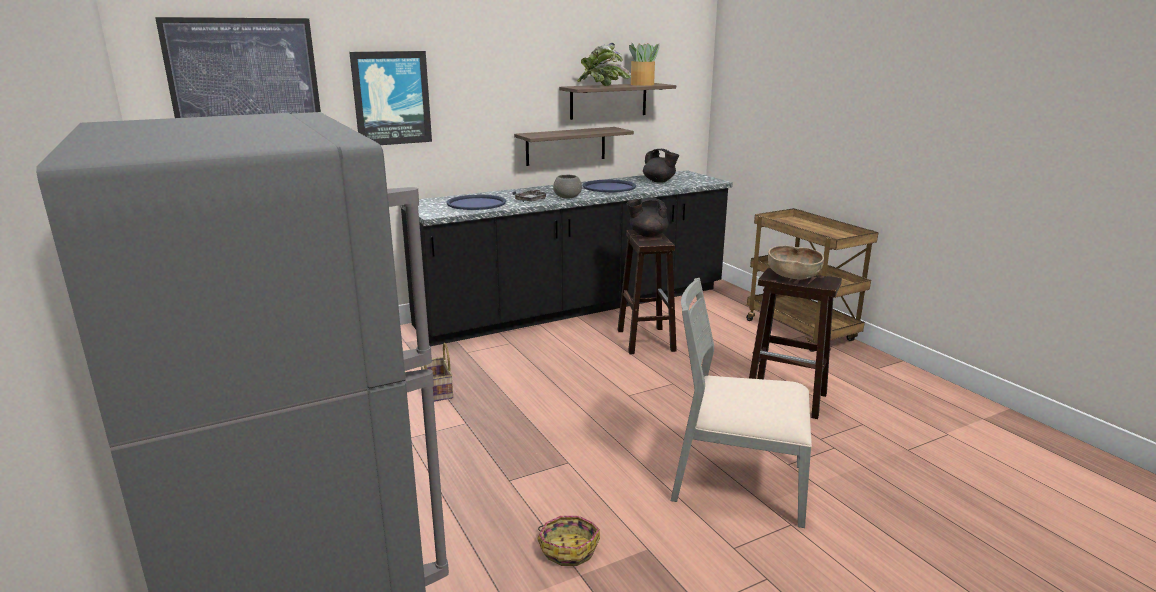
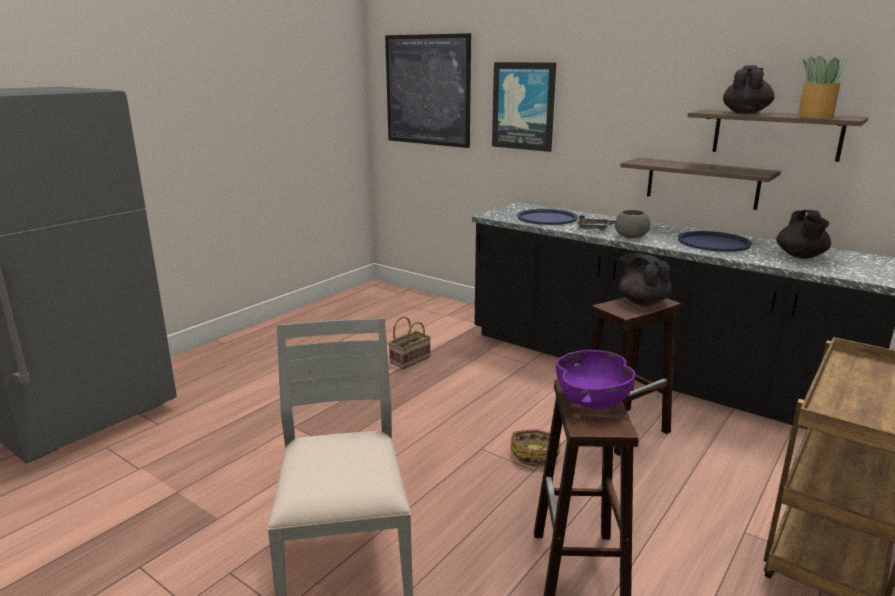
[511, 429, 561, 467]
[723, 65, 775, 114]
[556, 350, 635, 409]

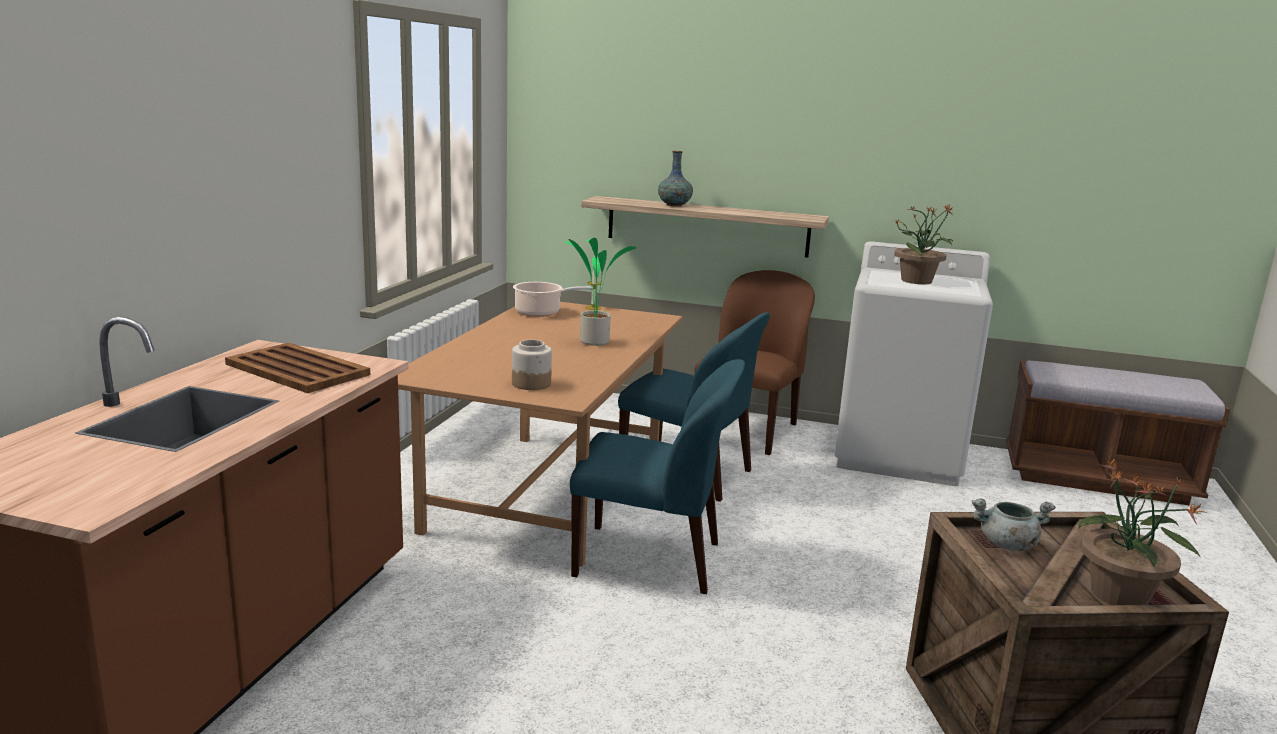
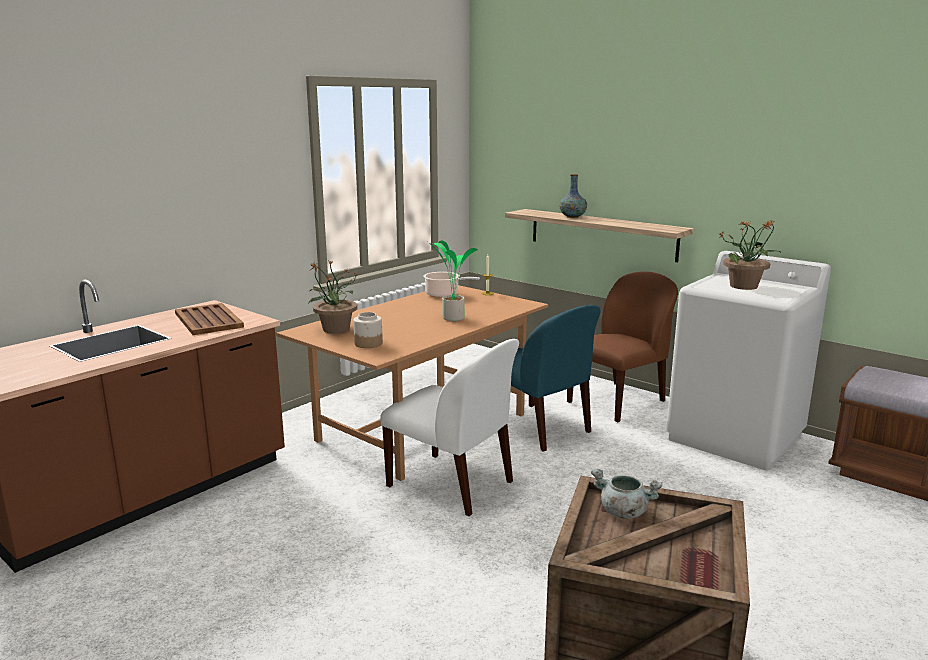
[380, 339, 519, 516]
[308, 260, 358, 334]

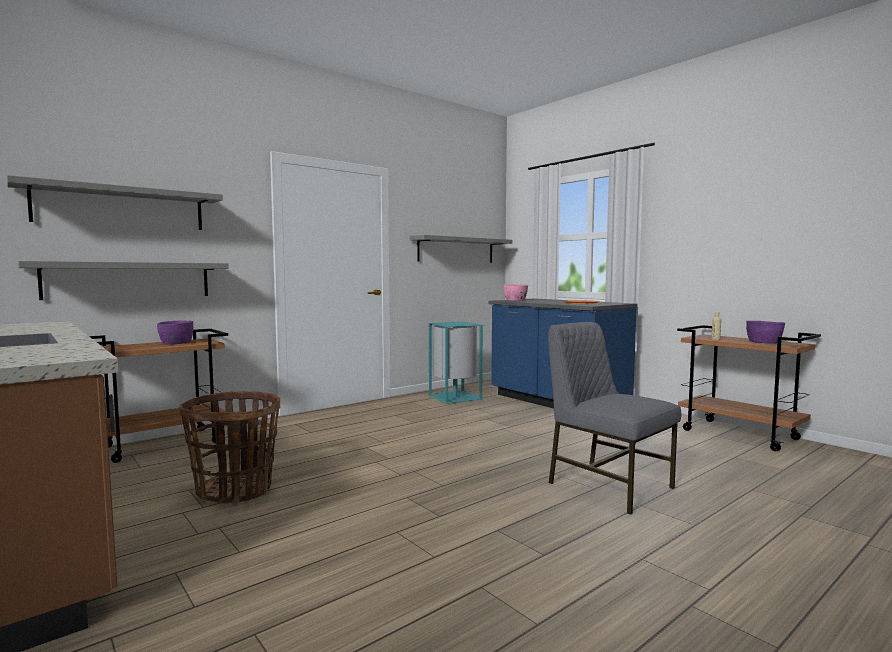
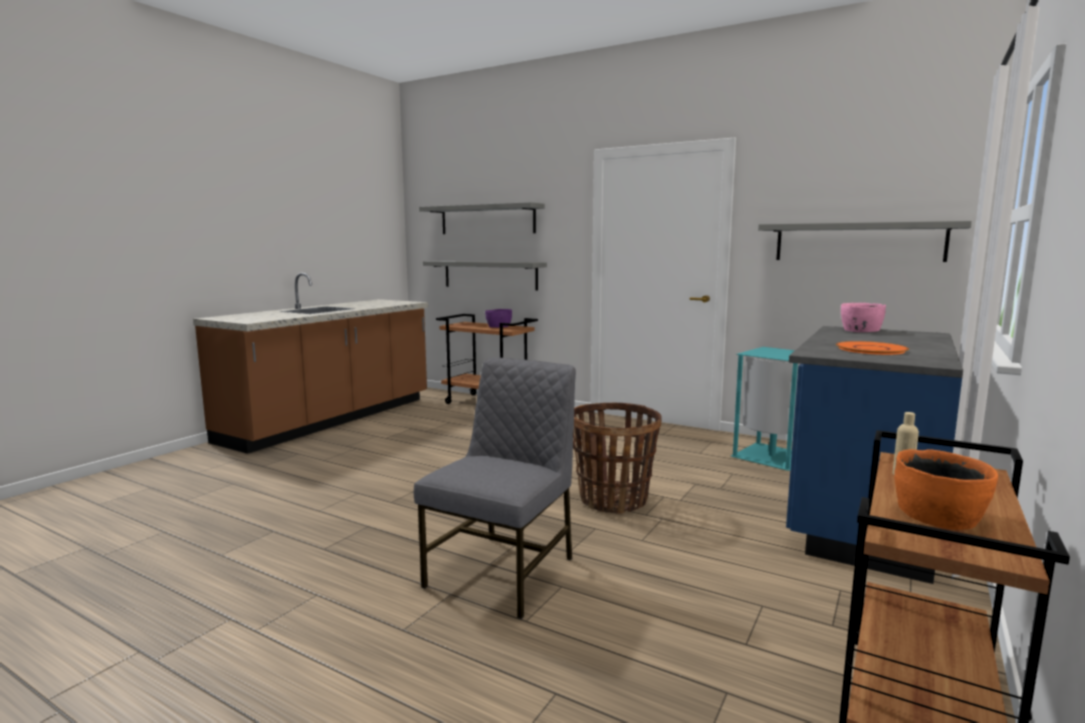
[573, 403, 661, 514]
[894, 449, 998, 530]

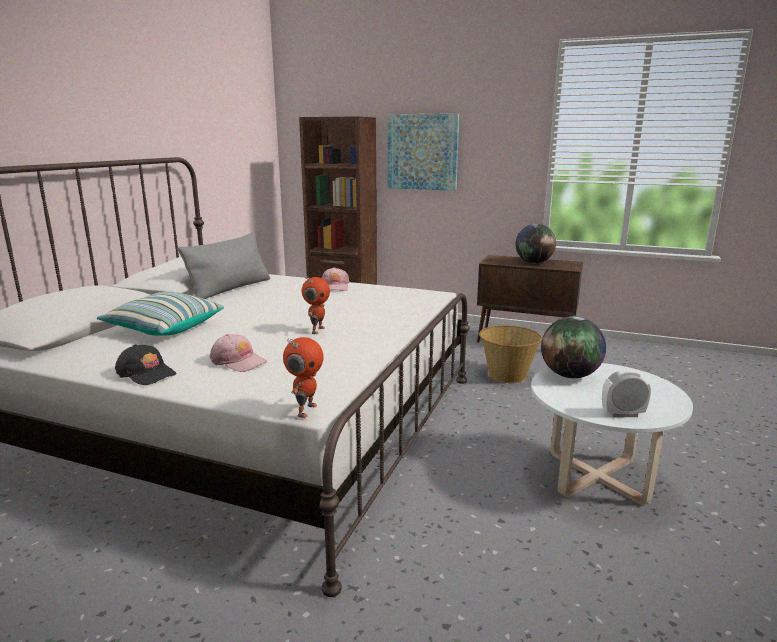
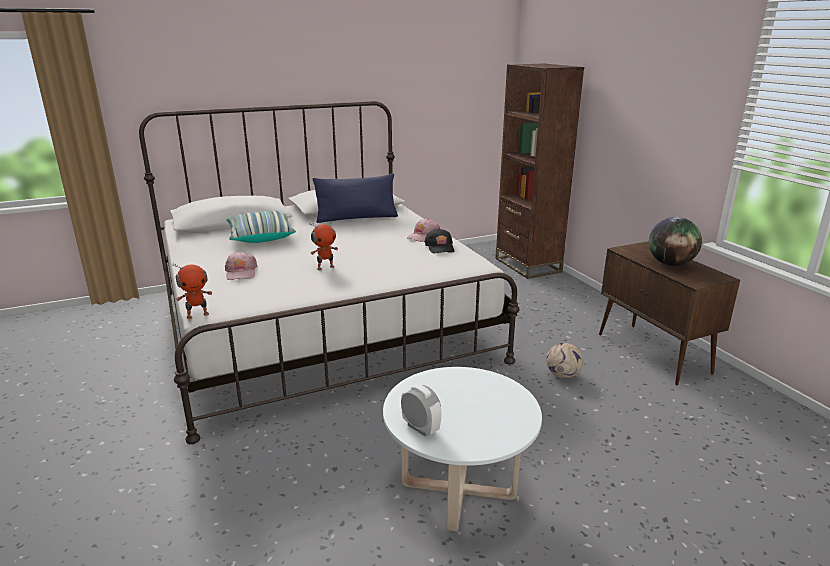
[424, 228, 454, 253]
[313, 174, 398, 223]
[388, 113, 459, 191] (first image)
[546, 343, 583, 378]
[541, 316, 606, 378] (first image)

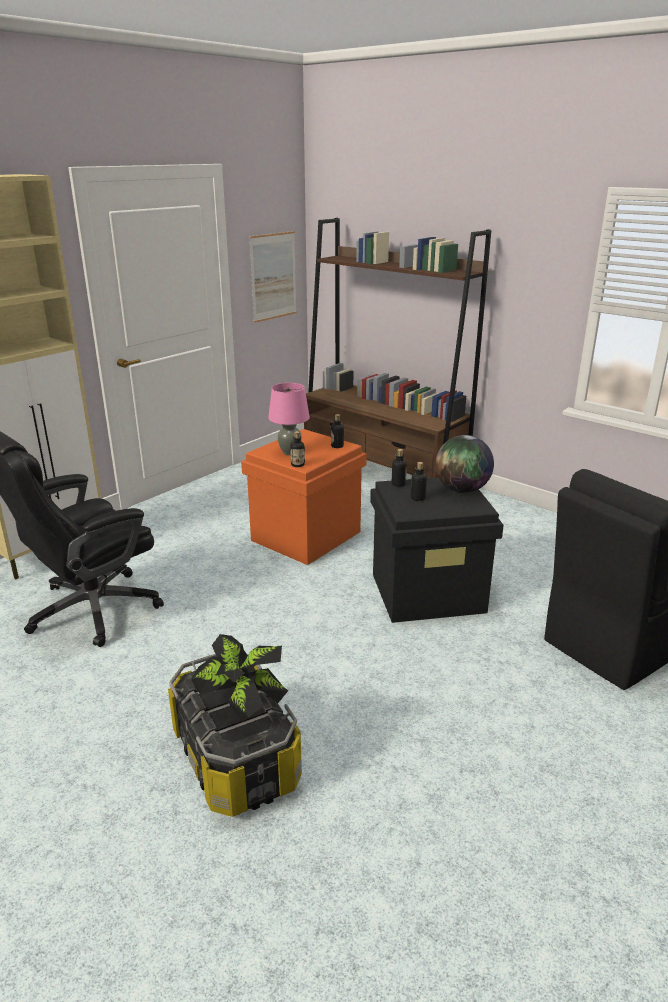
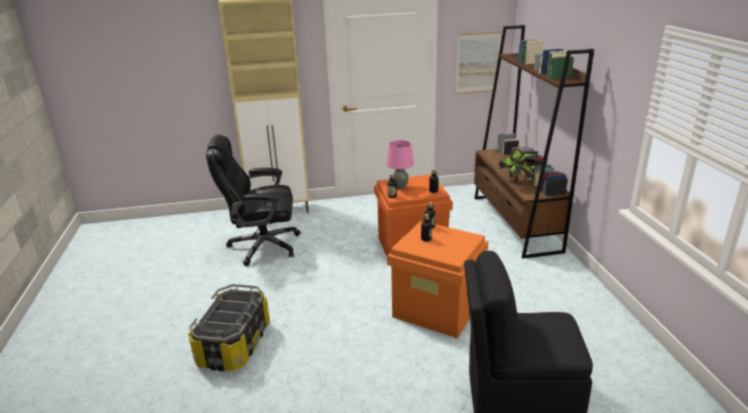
[499, 148, 538, 182]
[387, 221, 488, 338]
[435, 435, 494, 493] (first image)

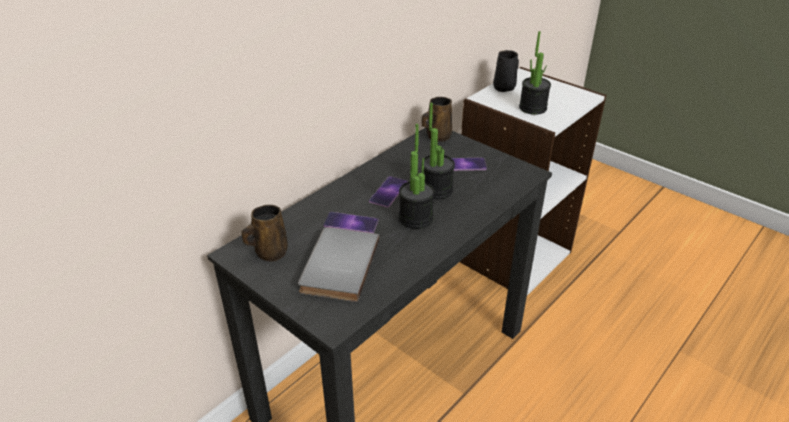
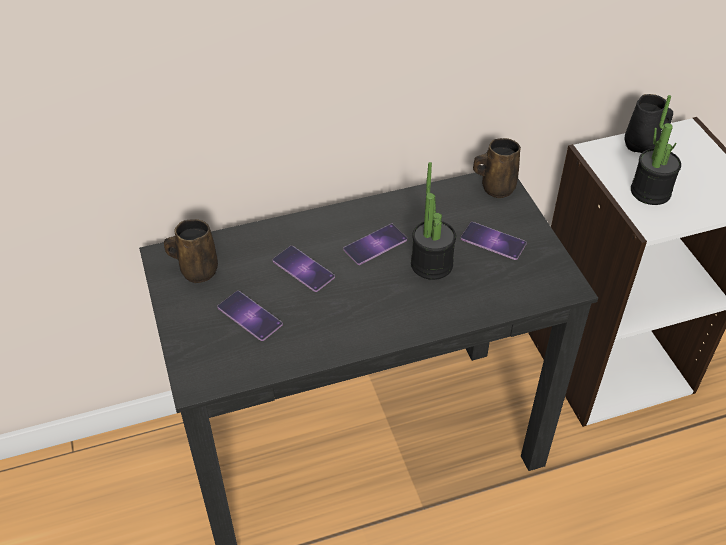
[218, 291, 283, 341]
[399, 124, 435, 229] (first image)

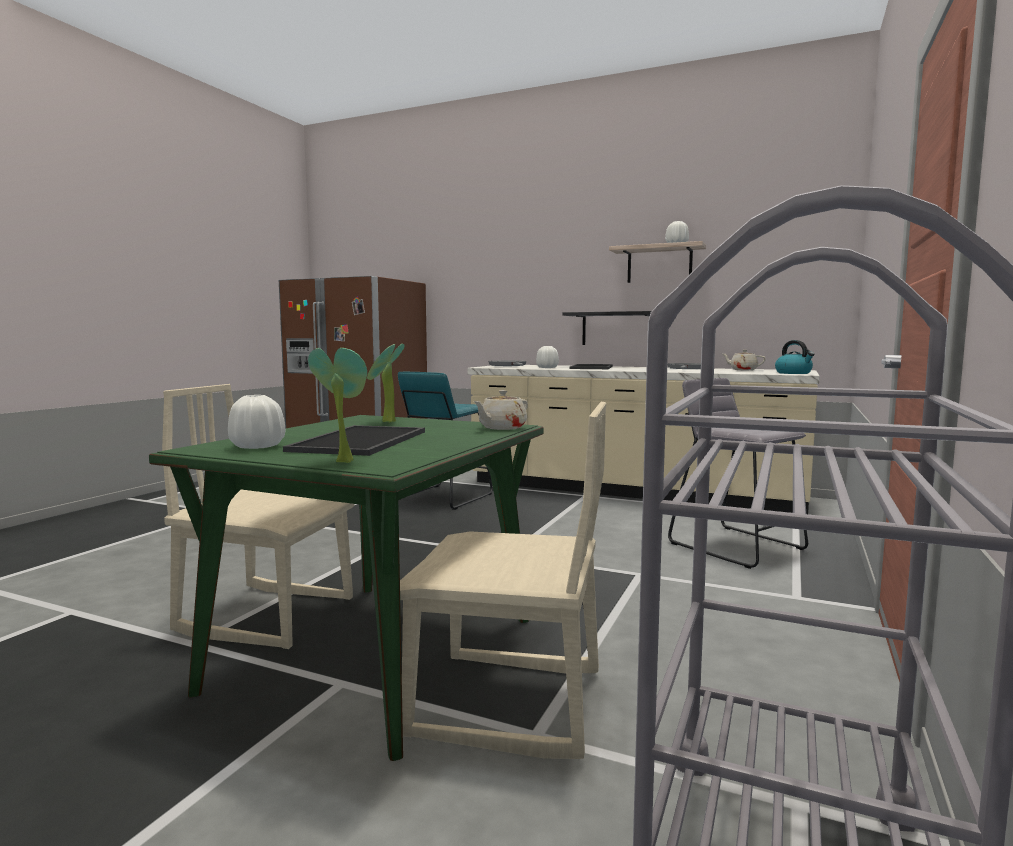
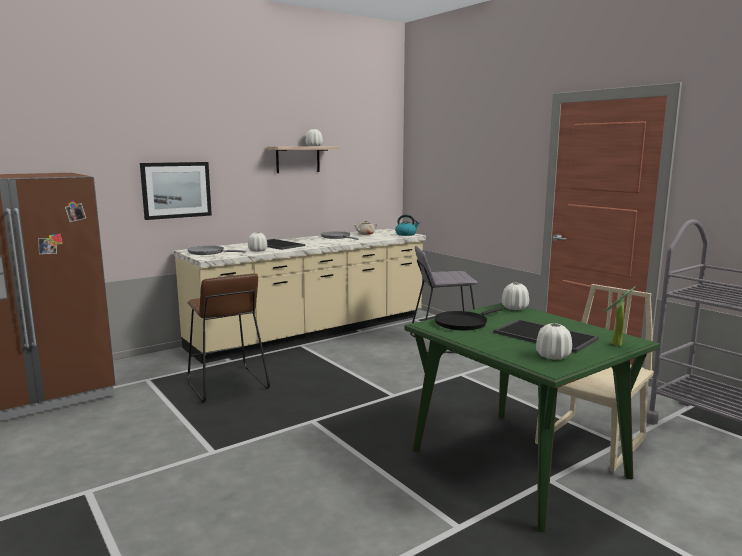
[162, 384, 355, 649] (first image)
[434, 307, 503, 330]
[188, 273, 270, 402]
[502, 283, 529, 310]
[562, 311, 651, 345] (first image)
[140, 162, 212, 220]

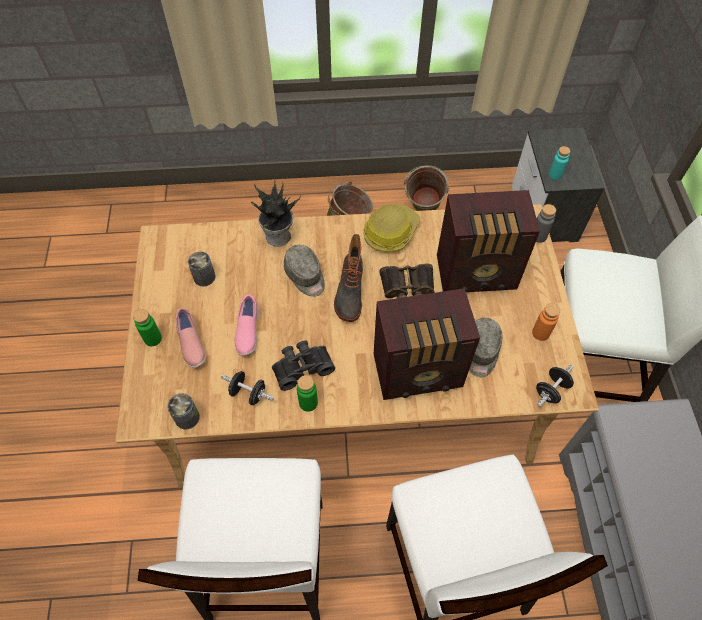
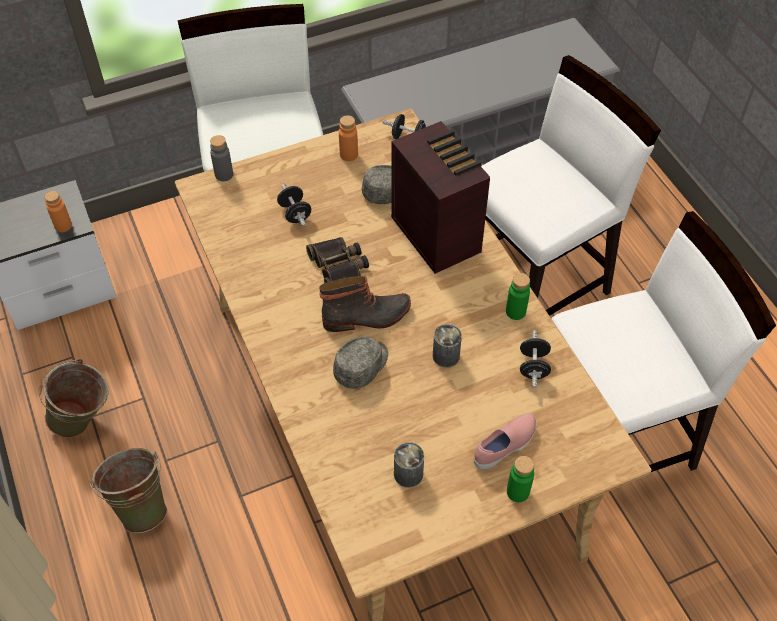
[433, 324, 462, 368]
[235, 294, 259, 356] (first image)
[251, 179, 301, 247] (first image)
[272, 340, 335, 391] (first image)
[364, 204, 420, 252] (first image)
[277, 184, 311, 227]
[44, 191, 72, 232]

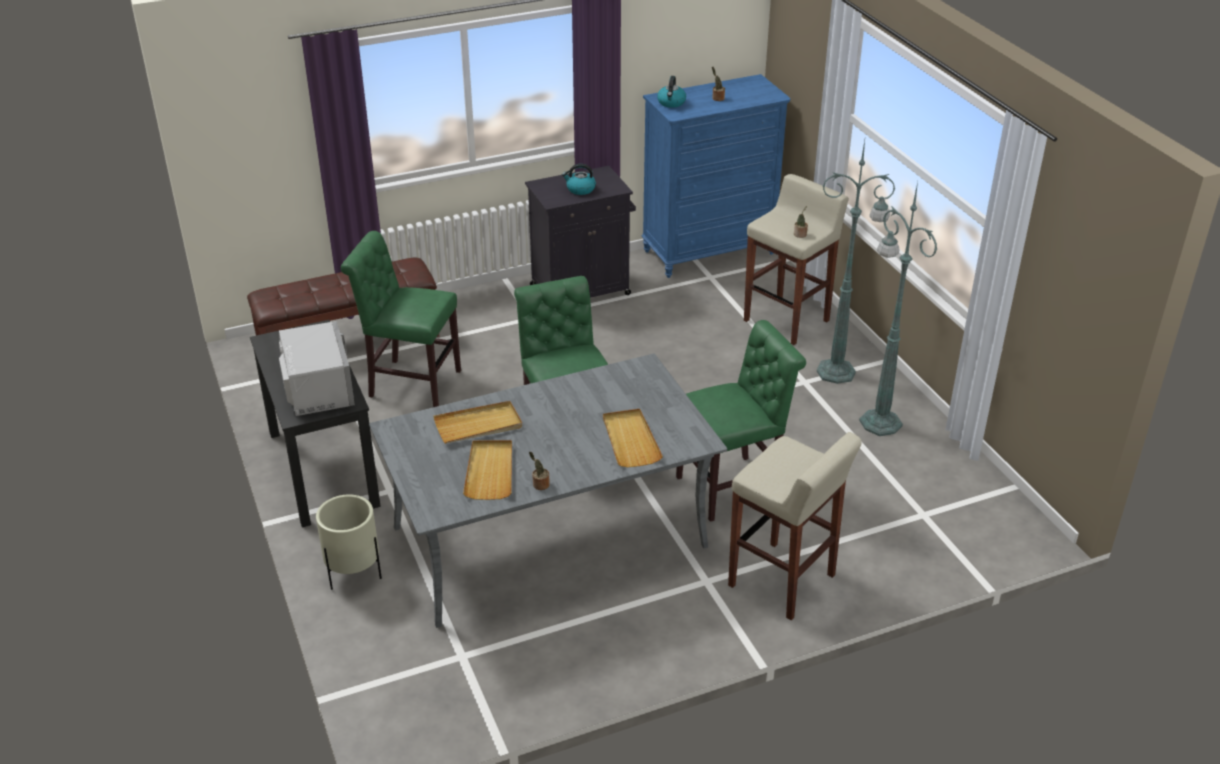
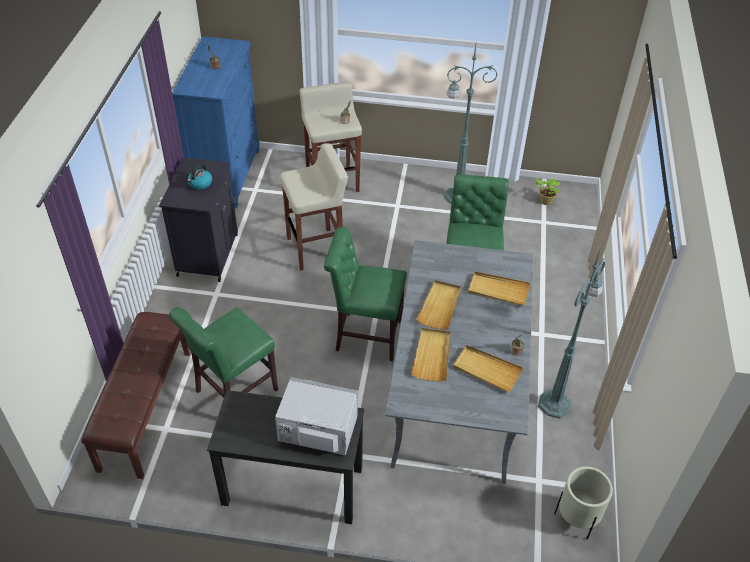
[554, 466, 613, 539]
[657, 76, 686, 108] (first image)
[280, 143, 348, 270]
[538, 250, 605, 419]
[416, 280, 461, 330]
[536, 178, 560, 205]

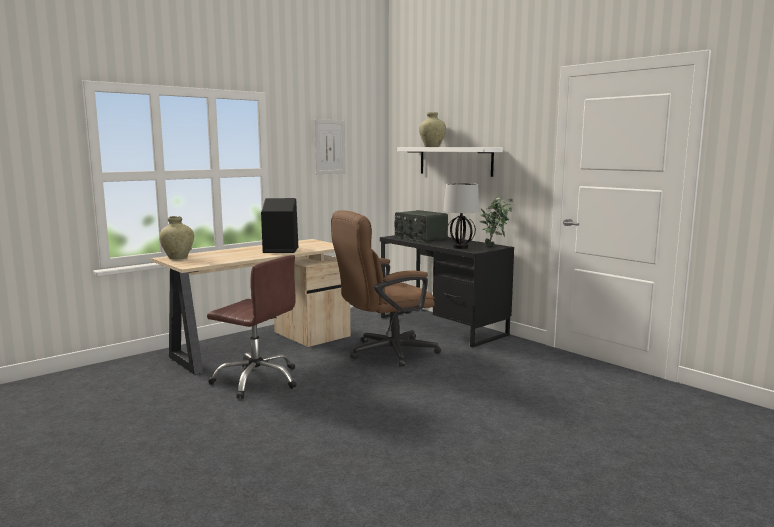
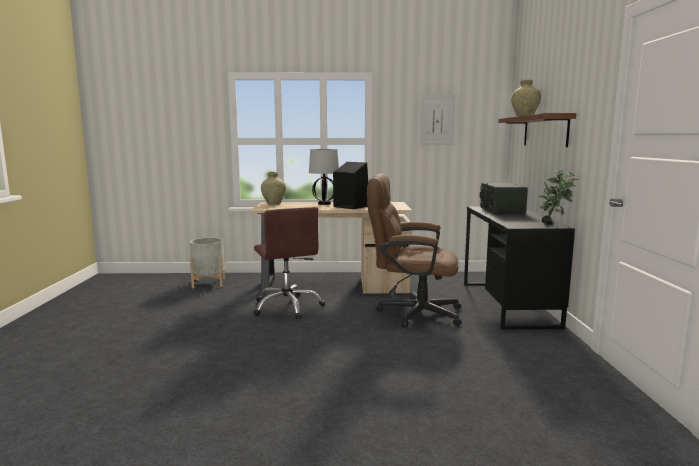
[498, 113, 576, 147]
[309, 149, 339, 205]
[190, 238, 225, 288]

